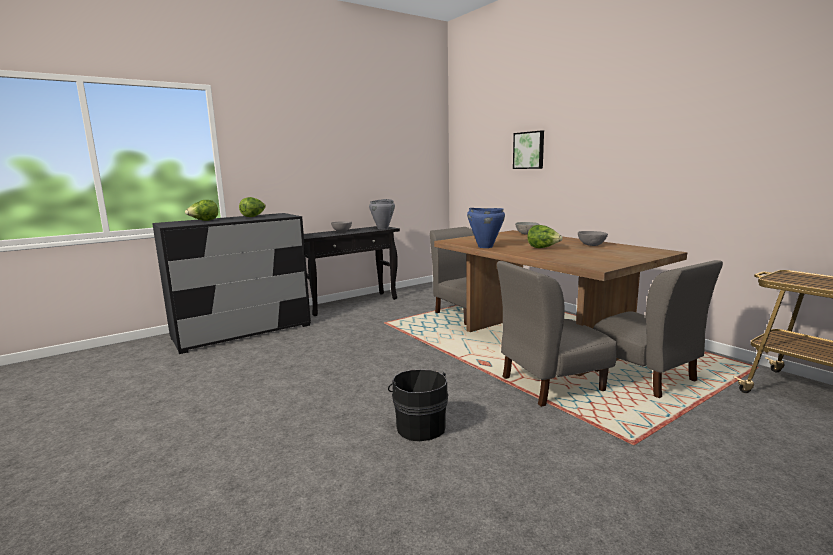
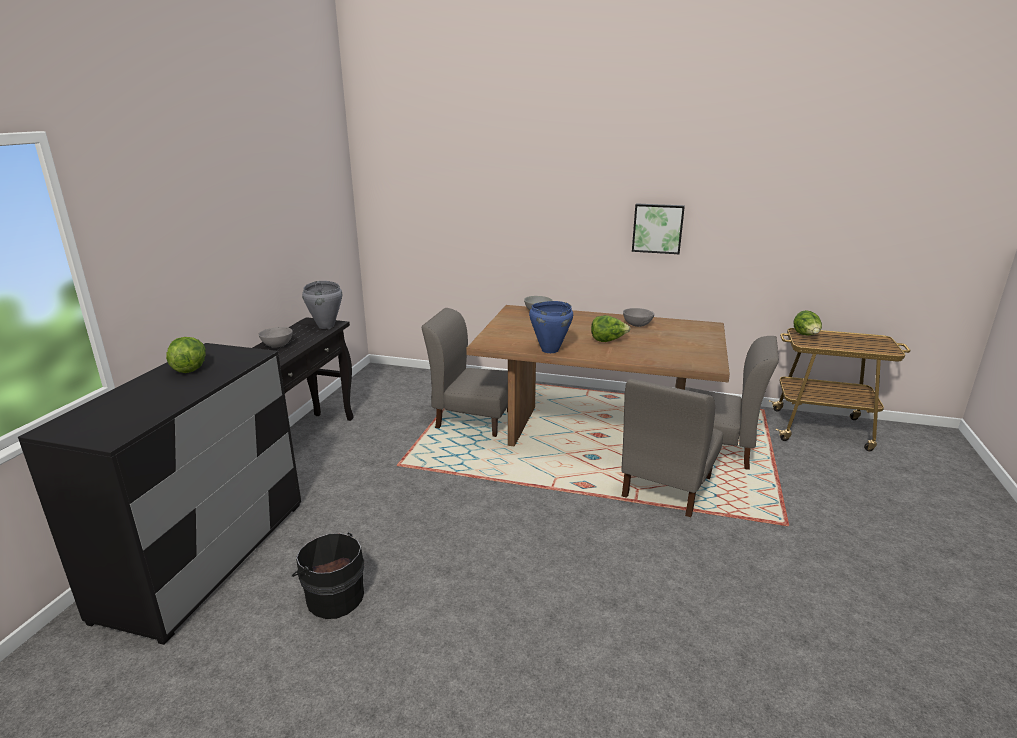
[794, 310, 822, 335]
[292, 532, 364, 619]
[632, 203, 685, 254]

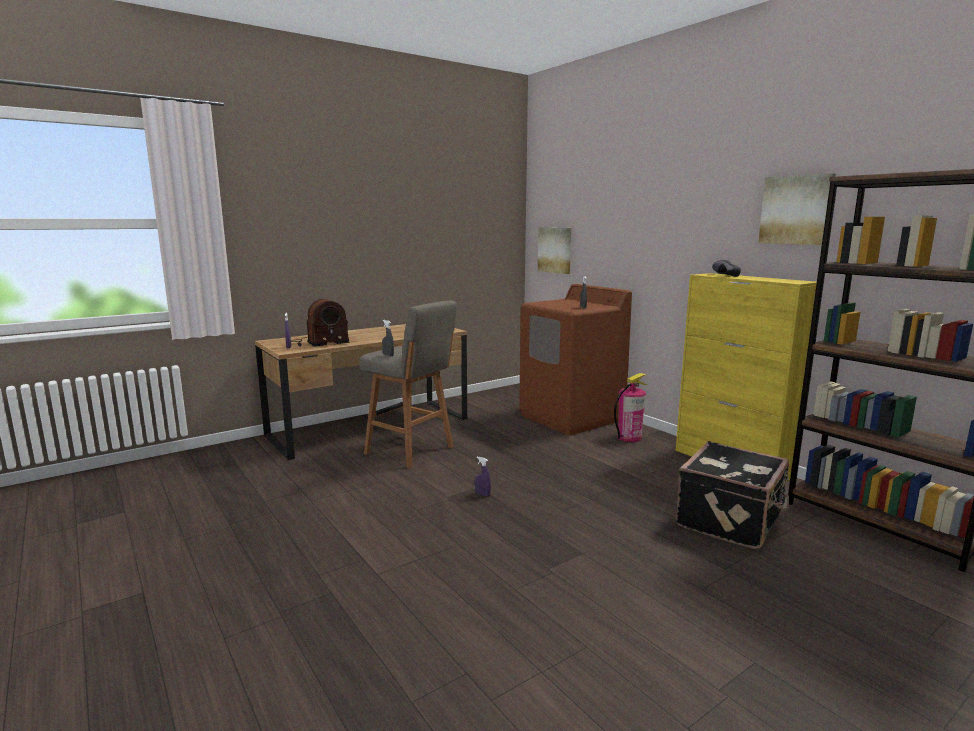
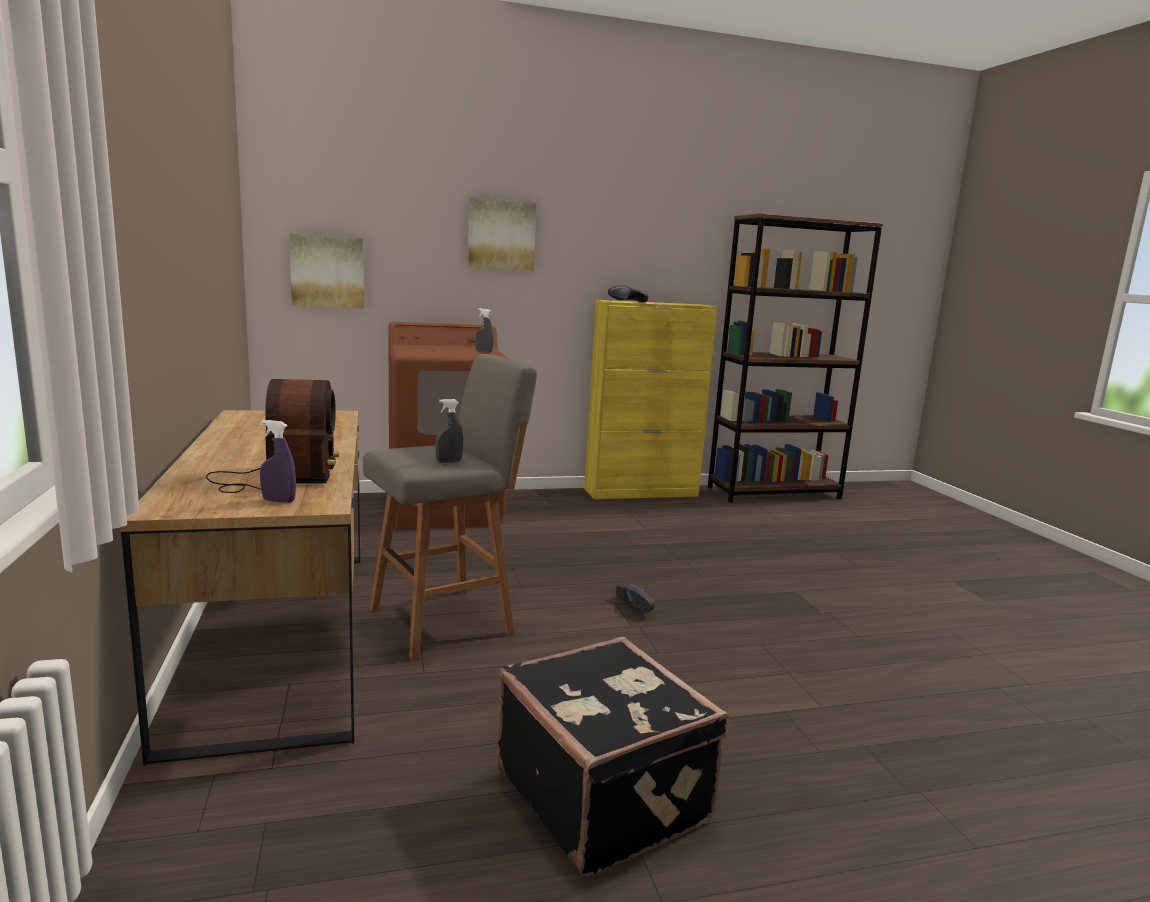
[616, 584, 654, 613]
[614, 373, 647, 442] (first image)
[497, 637, 729, 877]
[468, 197, 536, 270]

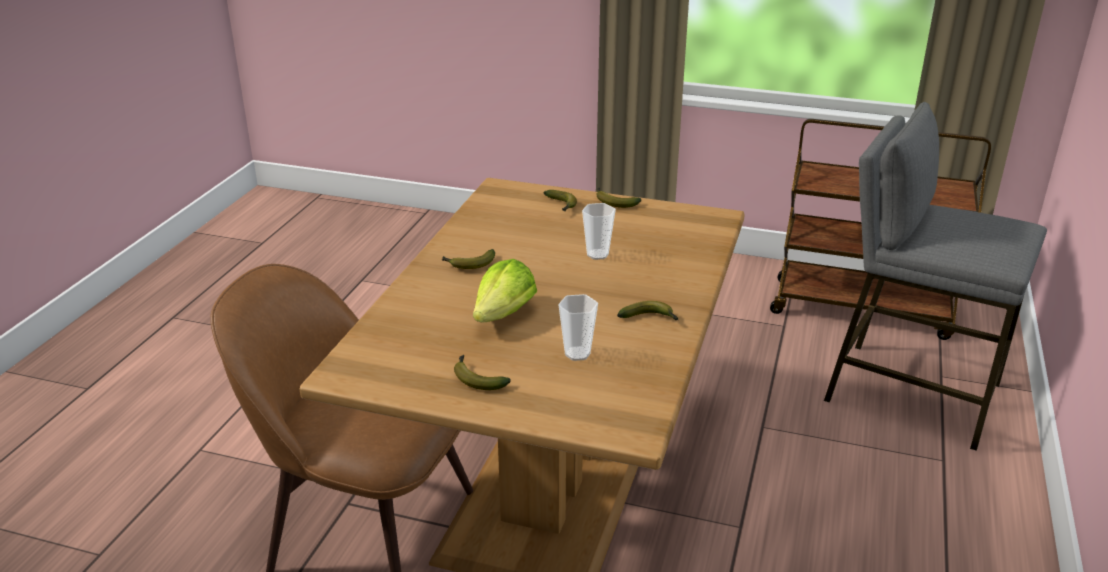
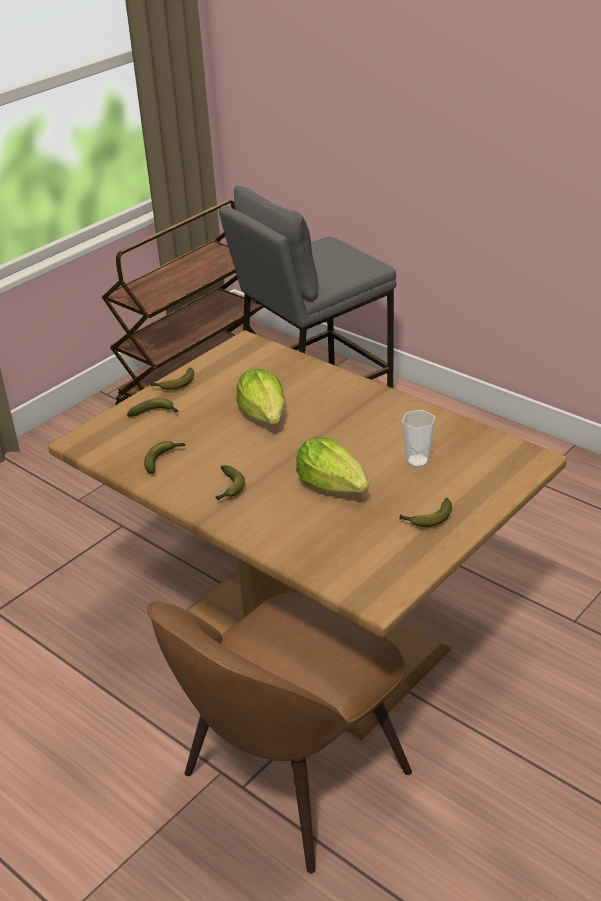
[236, 369, 285, 425]
[144, 441, 185, 474]

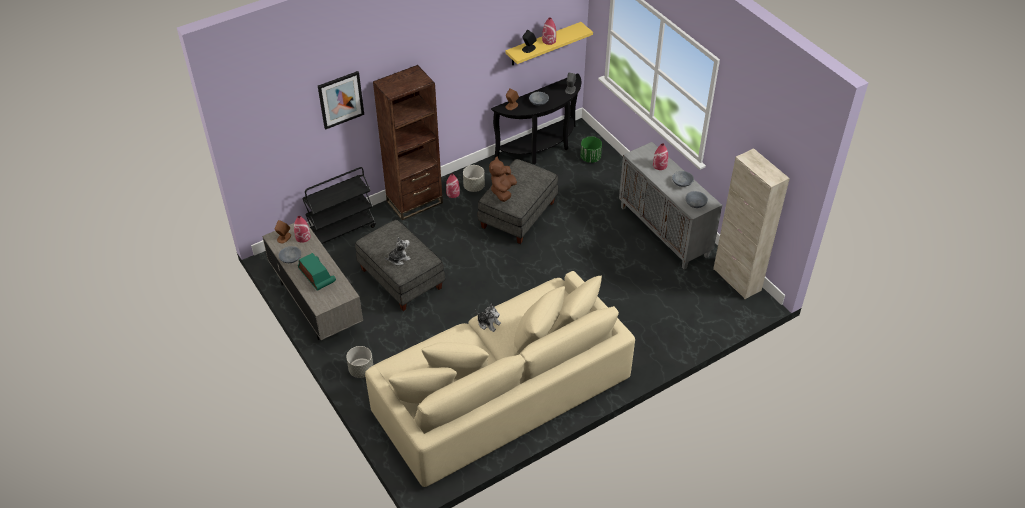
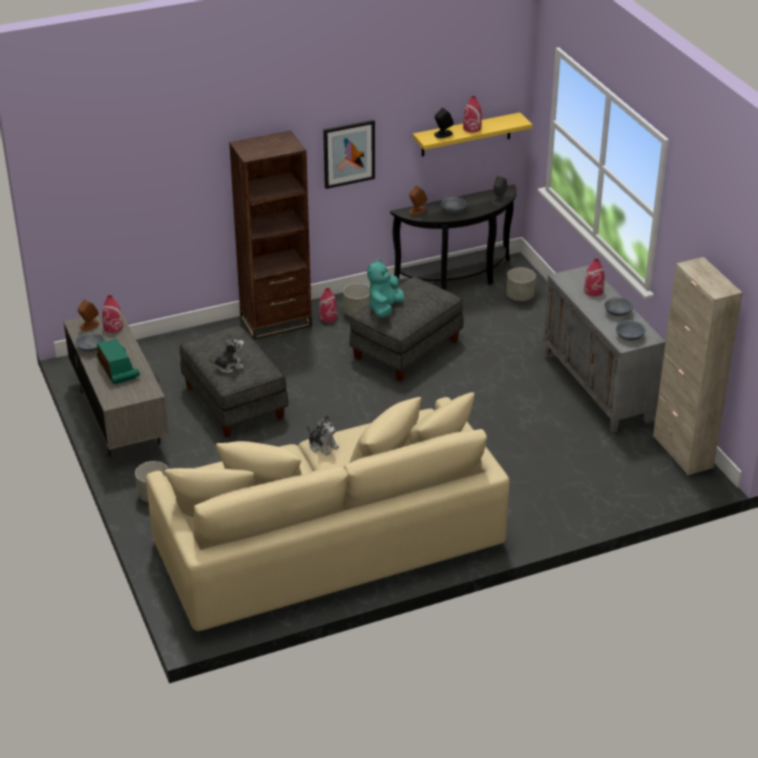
[302, 167, 376, 244] (first image)
[323, 120, 375, 189]
[367, 259, 405, 318]
[506, 267, 536, 301]

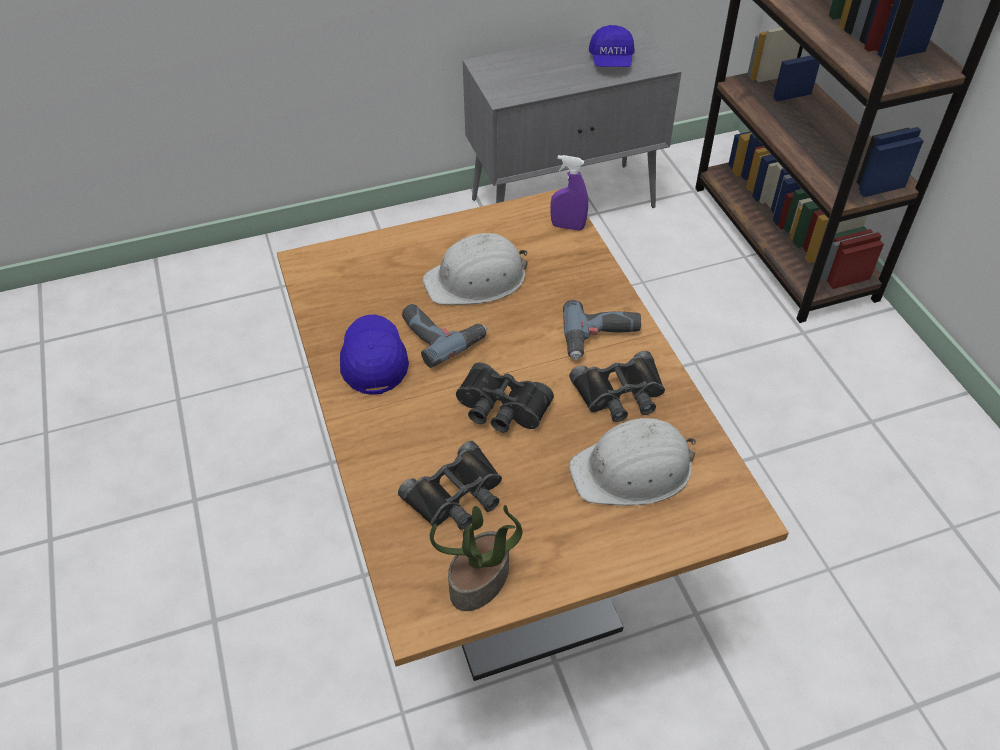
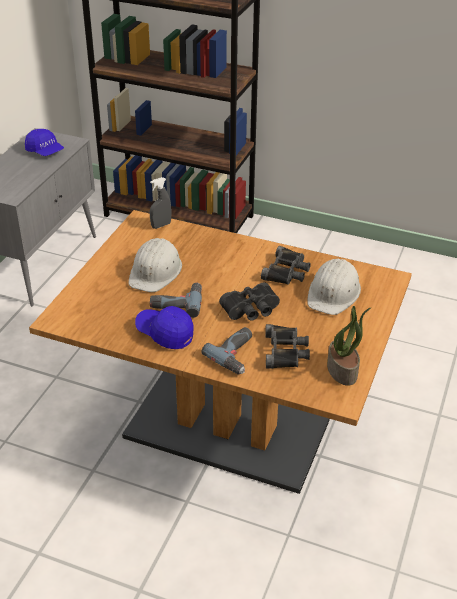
[150, 177, 171, 229]
[201, 327, 252, 374]

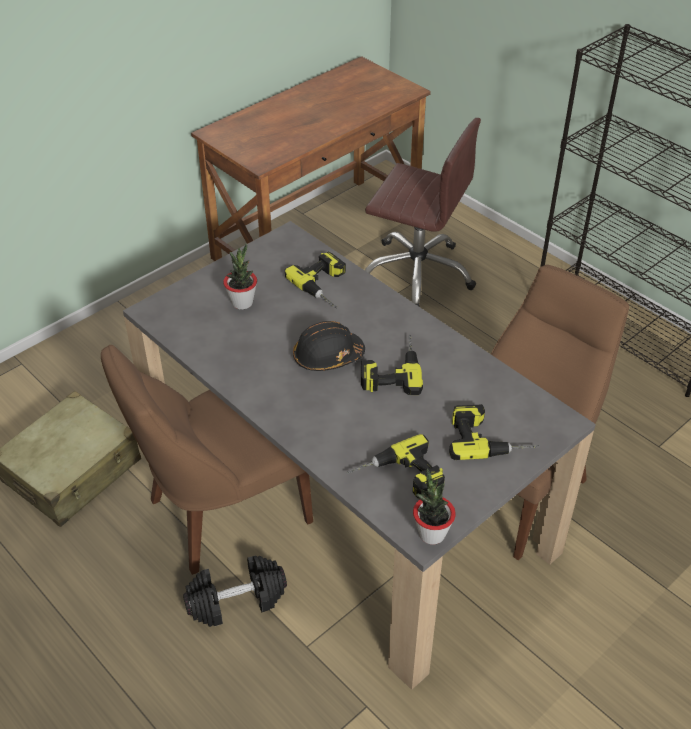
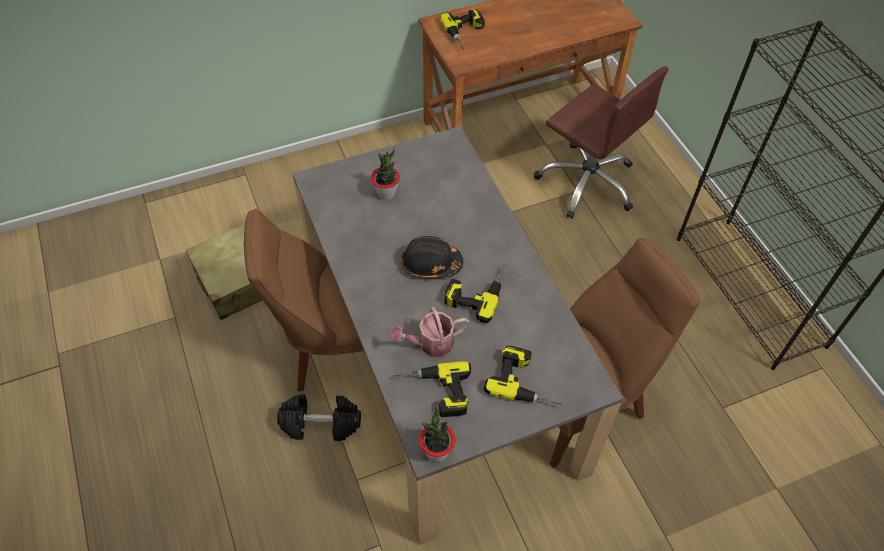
[440, 9, 485, 49]
[390, 307, 469, 357]

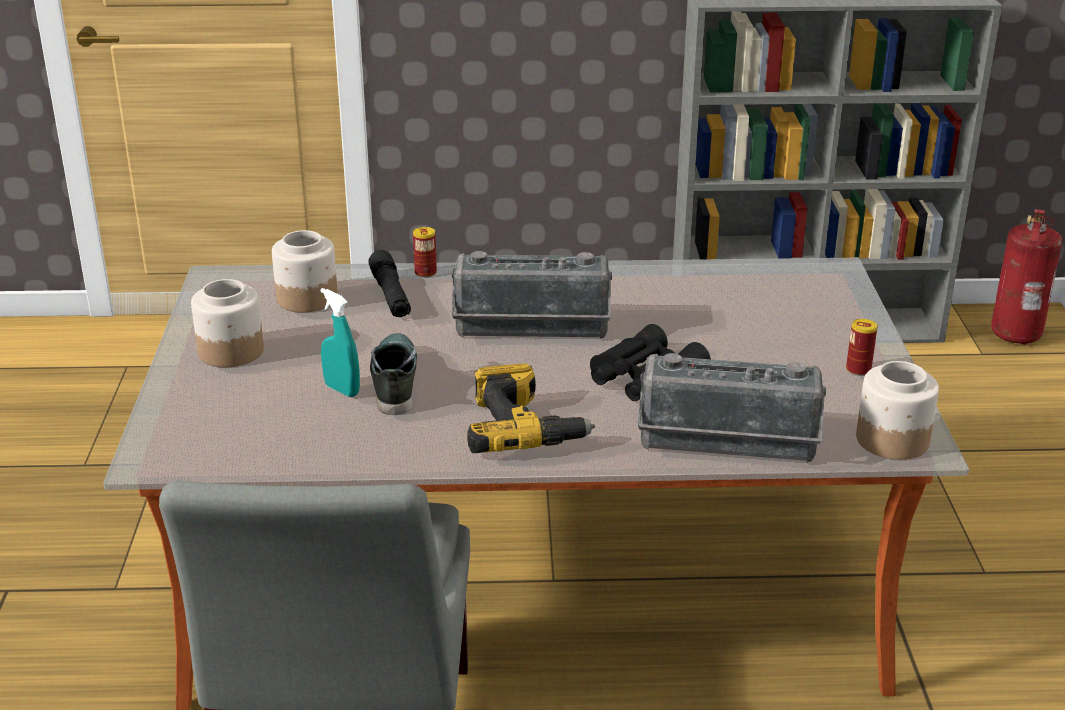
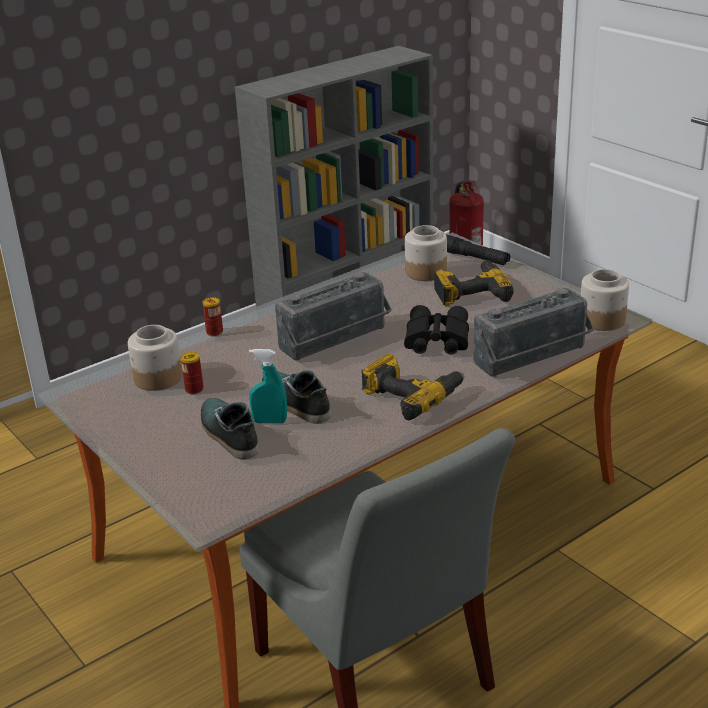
[405, 225, 447, 281]
[446, 234, 510, 265]
[181, 352, 204, 394]
[200, 398, 259, 459]
[434, 260, 514, 306]

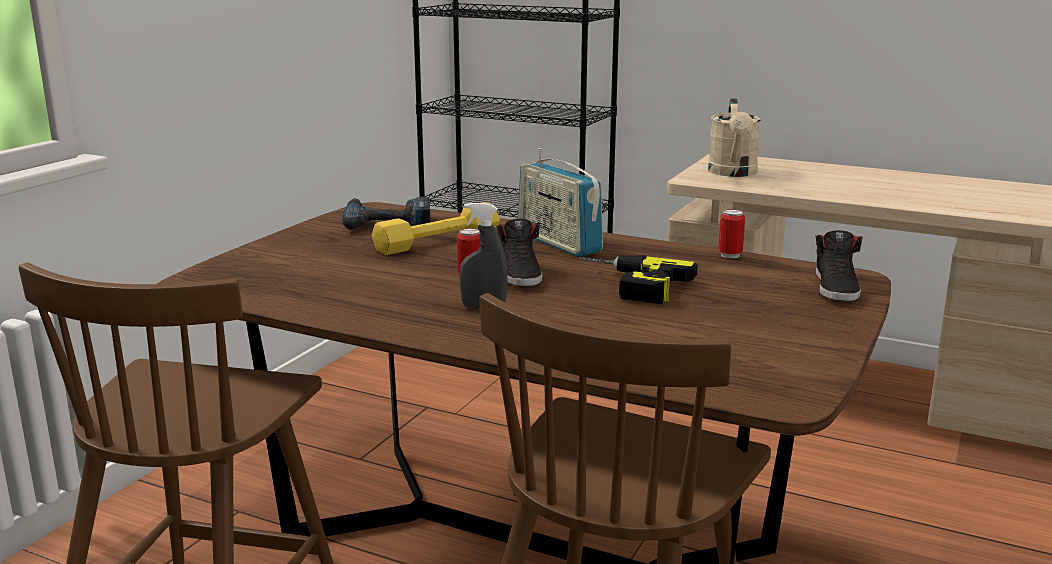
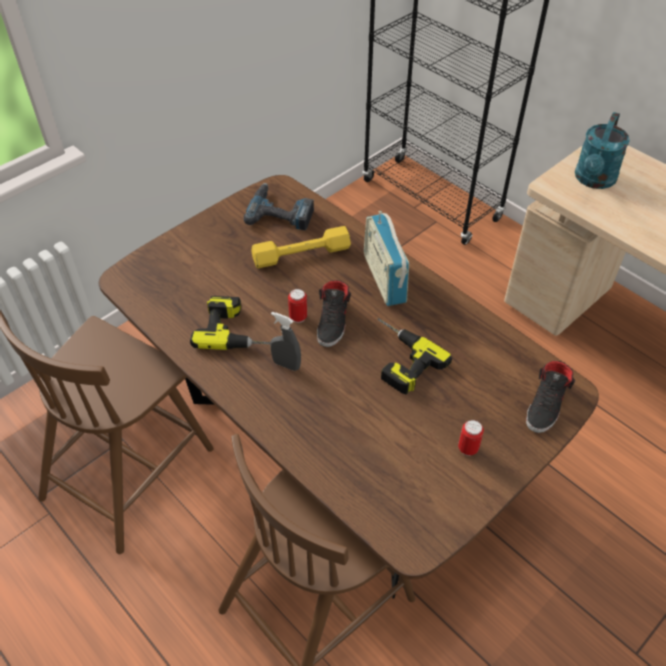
[575, 112, 630, 189]
[458, 420, 484, 456]
[190, 296, 270, 350]

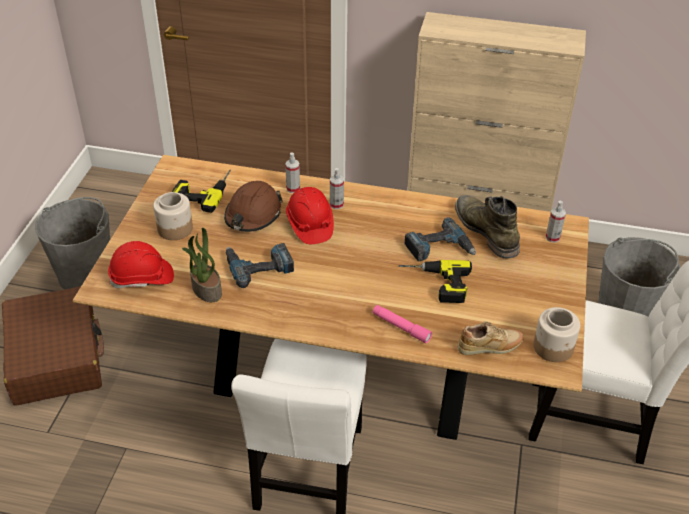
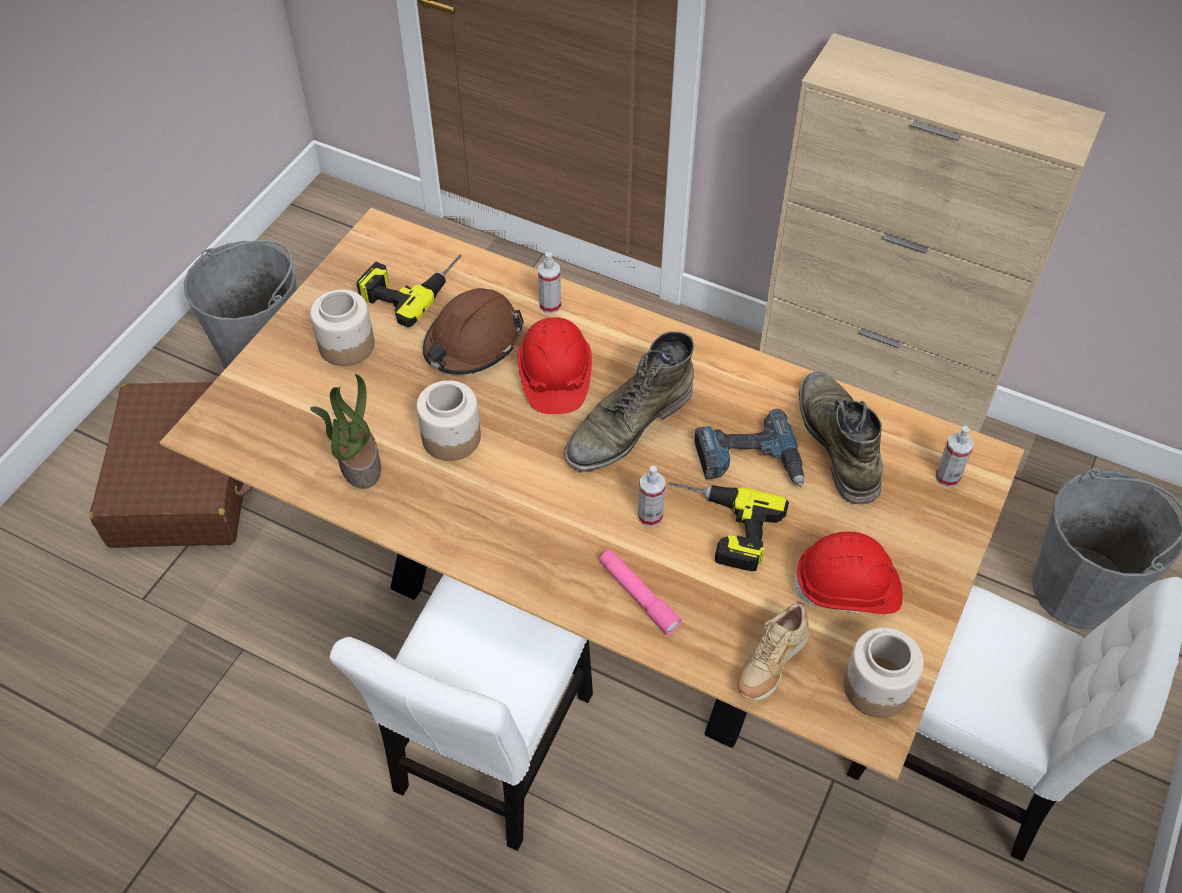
[792, 532, 903, 614]
[416, 380, 481, 461]
[638, 466, 665, 527]
[737, 600, 809, 701]
[564, 331, 694, 472]

